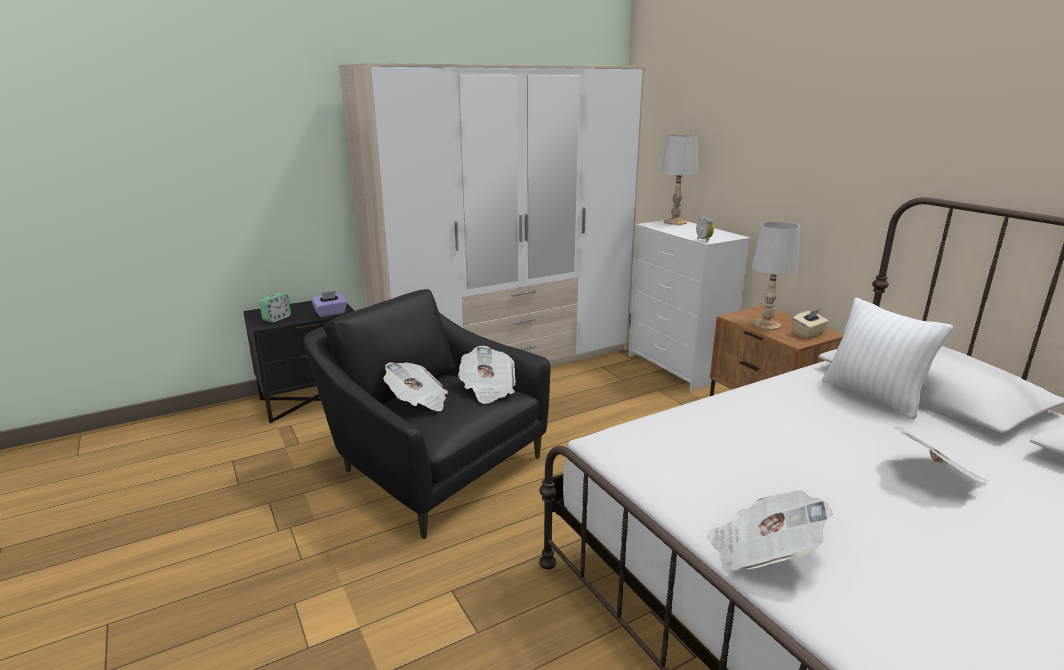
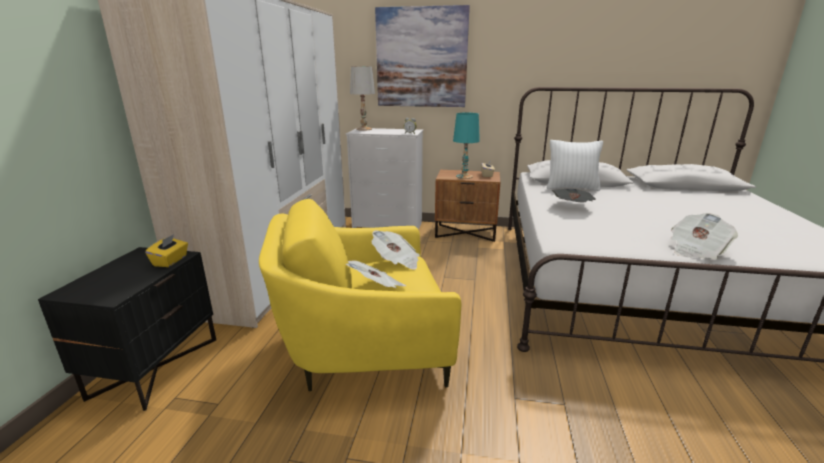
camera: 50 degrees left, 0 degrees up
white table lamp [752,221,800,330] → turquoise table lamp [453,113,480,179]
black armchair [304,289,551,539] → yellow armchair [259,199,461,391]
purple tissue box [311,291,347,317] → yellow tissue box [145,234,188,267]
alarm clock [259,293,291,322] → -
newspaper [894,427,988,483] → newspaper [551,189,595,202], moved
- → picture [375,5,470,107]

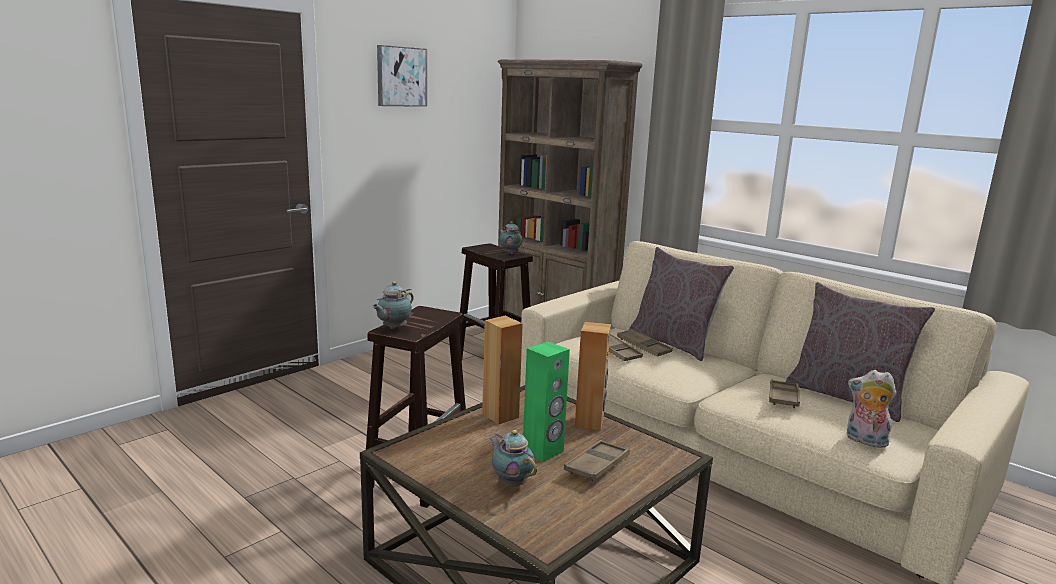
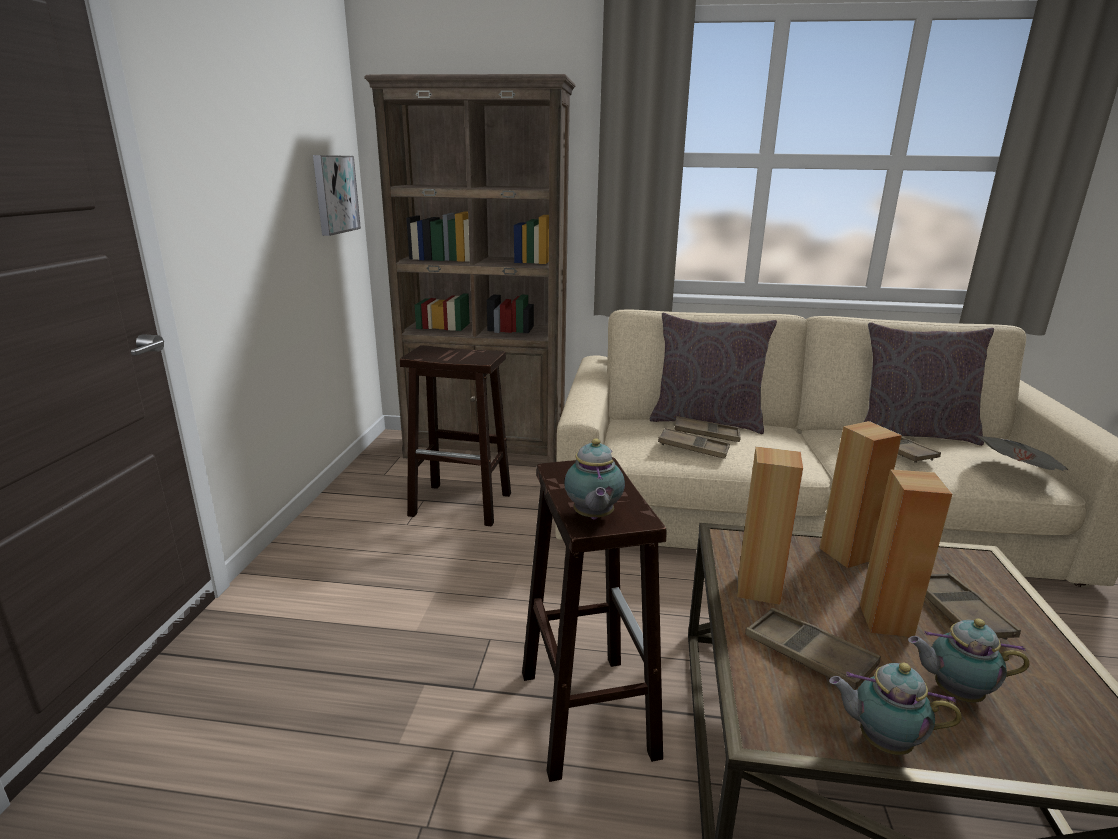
camera: 35 degrees left, 5 degrees up
picture [377,45,427,107] → picture [313,155,361,236], moved
teapot [499,221,523,254] → teapot [829,663,962,755], moved
green speaker [523,342,570,462] → brown speaker [860,470,952,637]
plush toy [847,370,896,448] → newspaper [977,436,1069,472]
- → brown tray [745,608,881,690]

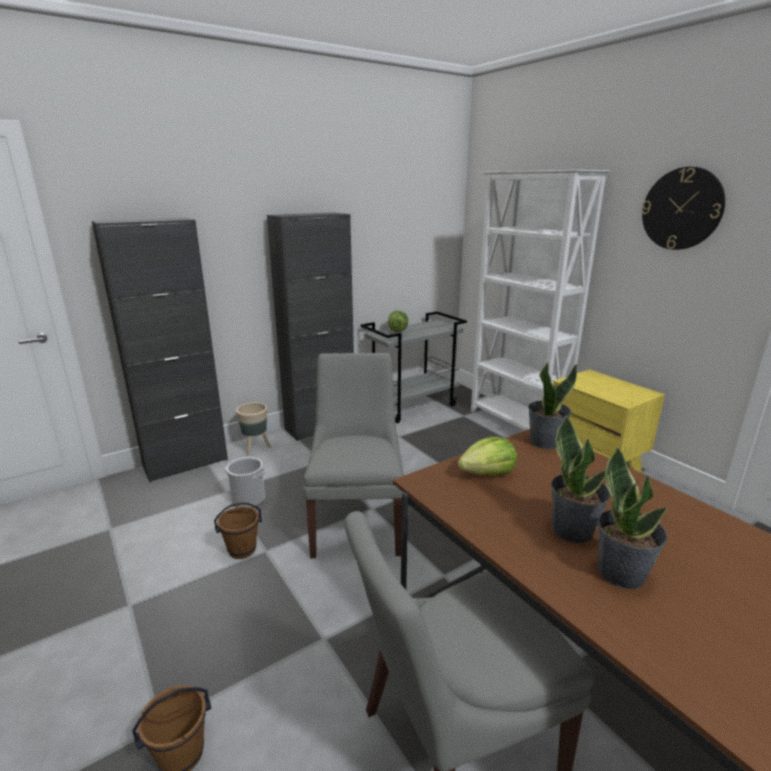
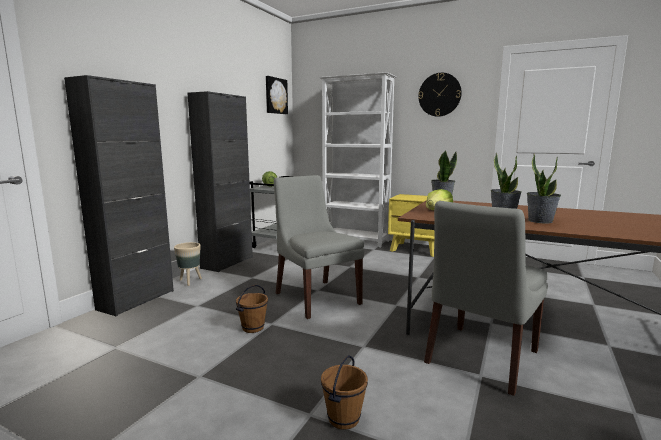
camera: 30 degrees left, 10 degrees down
bucket [225,457,266,508] → -
- → picture [266,76,288,114]

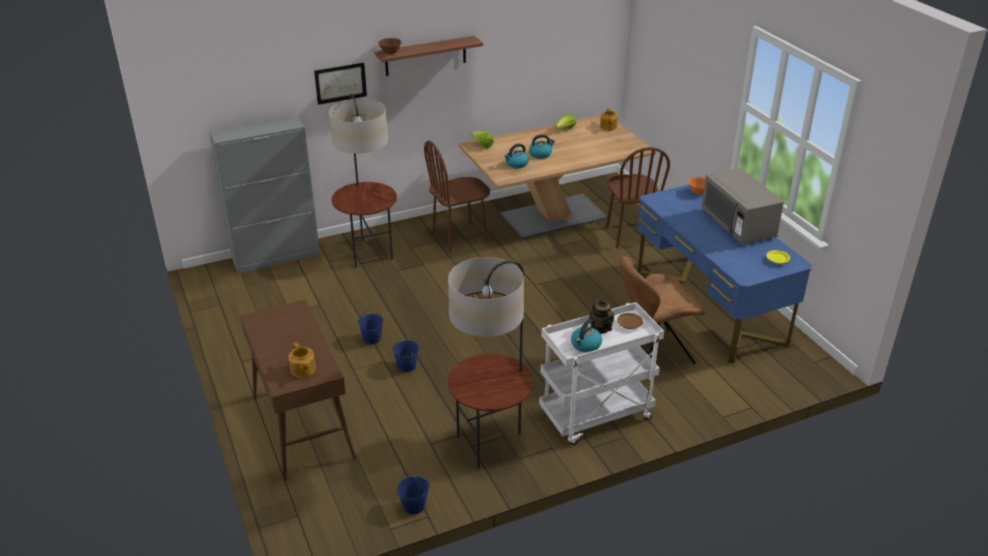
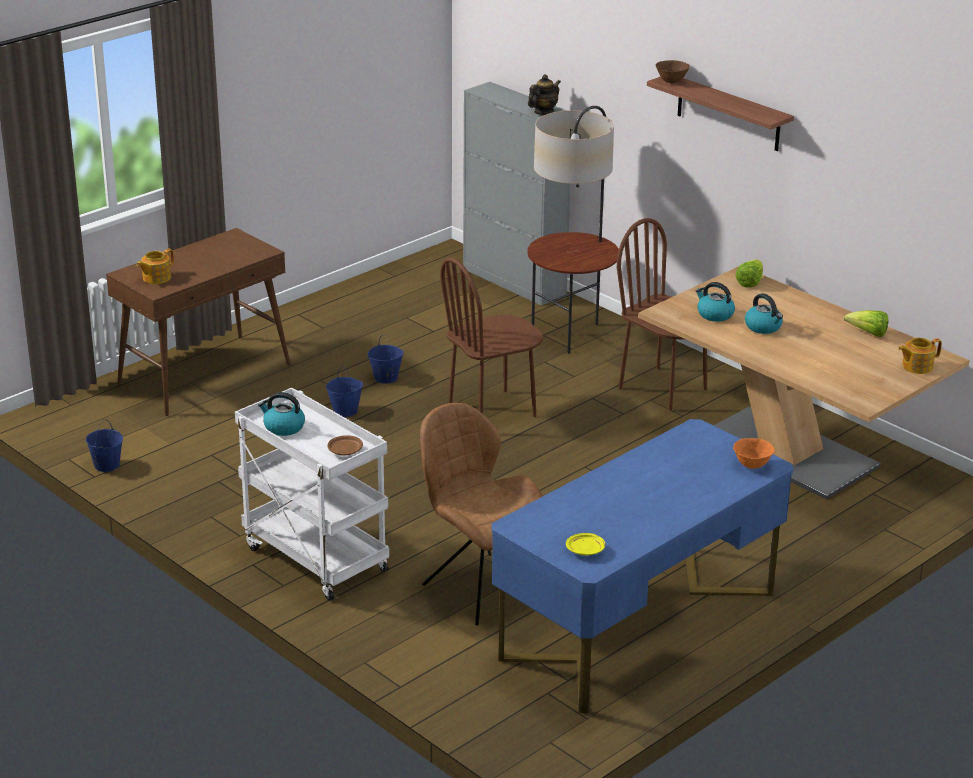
camera: 70 degrees right, 5 degrees down
picture [314,63,367,105] → -
brown chair [606,147,670,248] → brown chair [440,257,543,417], moved
grey microwave [701,168,784,244] → -
floor lamp [448,257,533,469] → -
teapot [589,297,614,334] → teapot [528,74,561,115], moved

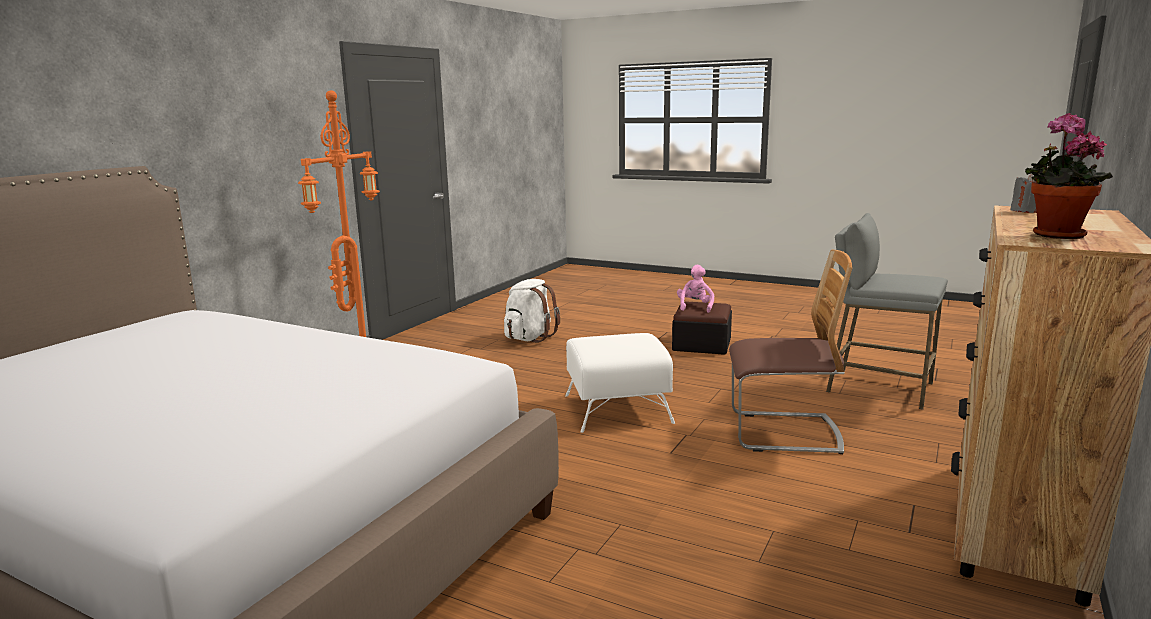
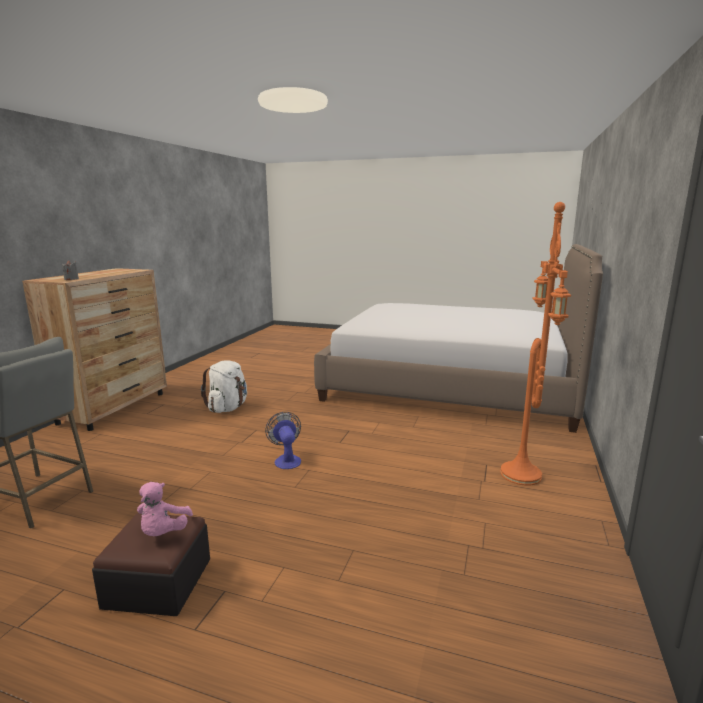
camera: 170 degrees right, 0 degrees up
potted plant [1025,113,1113,239] → -
chair [729,250,852,454] → -
white backpack [504,279,560,343] → white backpack [201,360,247,413], moved
white ottoman [565,333,675,433] → fan [265,412,301,469]

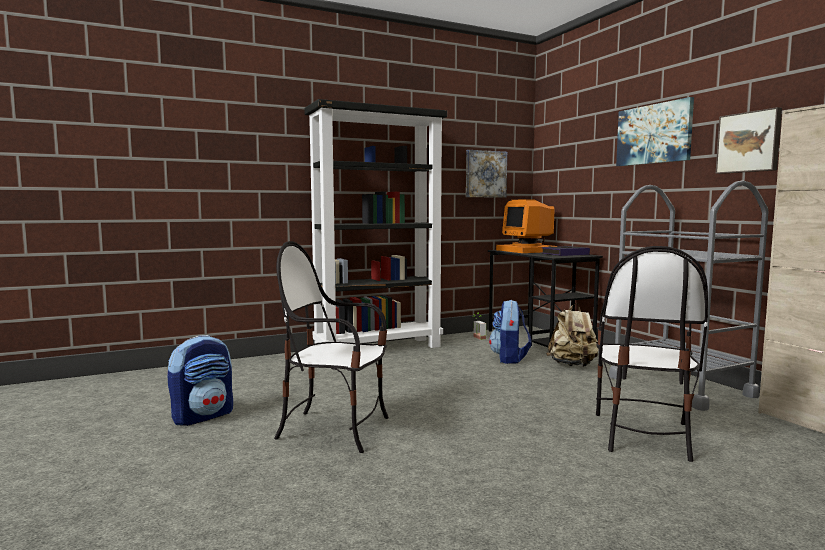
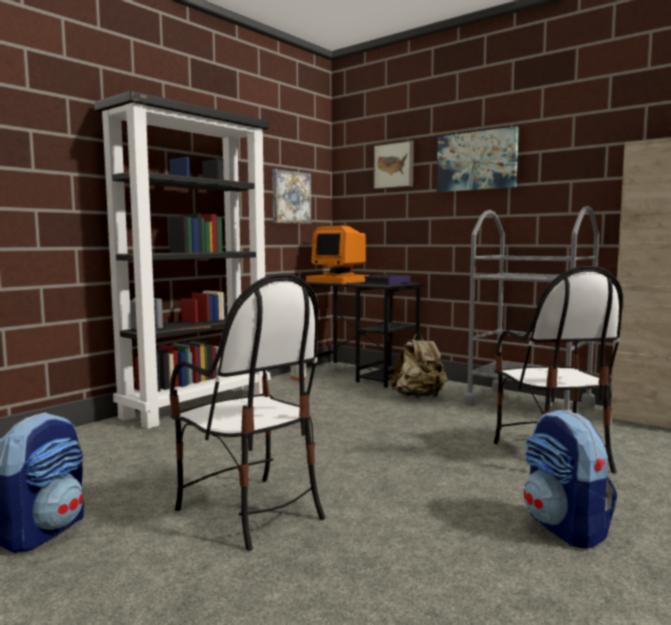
camera: 25 degrees left, 0 degrees up
picture [716,107,782,174] → picture [374,140,414,189], moved
chair [274,241,389,453] → chair [169,273,325,551], 120 degrees counterclockwise
backpack [489,300,532,364] → backpack [524,410,617,549], moved

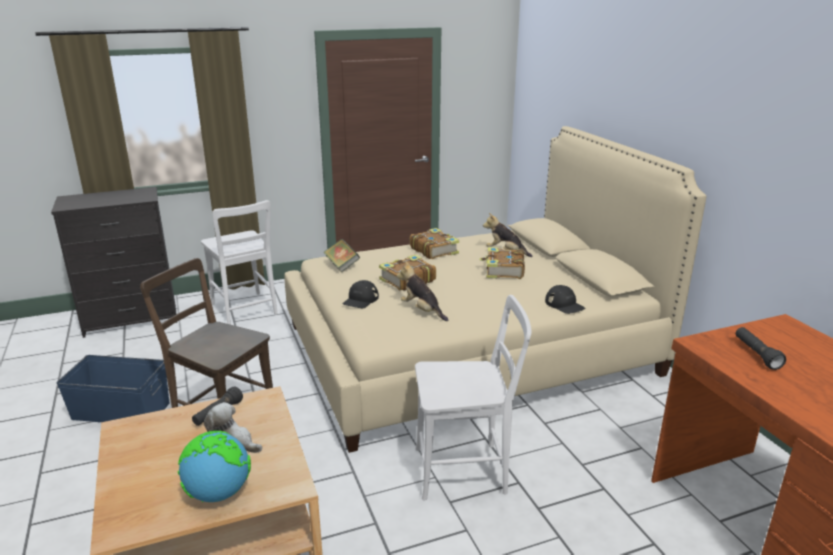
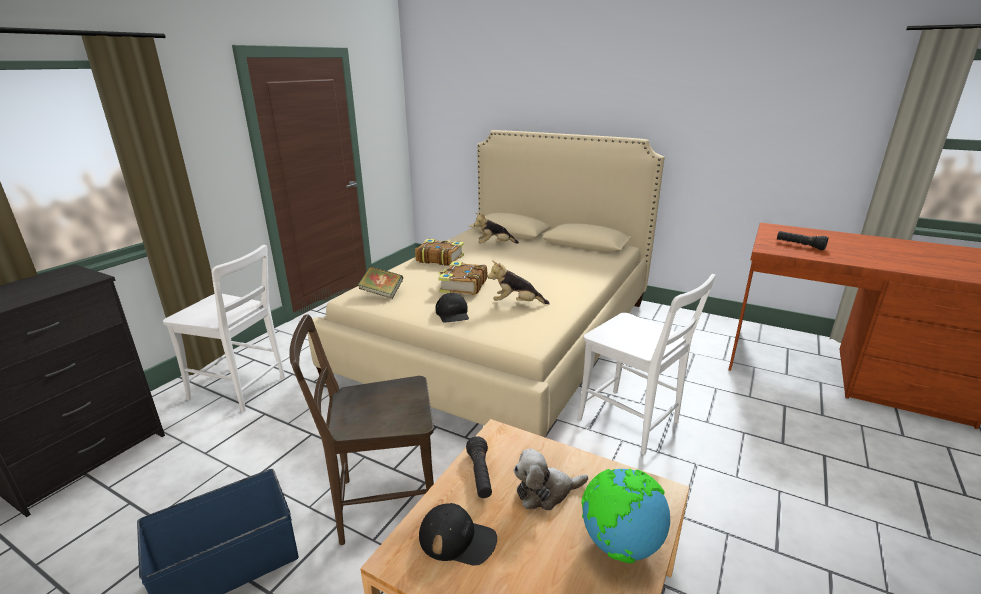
camera: 40 degrees left, 0 degrees up
book [479,247,525,279] → -
black cap [545,285,585,314] → black cap [419,503,497,566], moved
white chair [415,295,532,500] → white chair [577,274,716,455], 90 degrees clockwise

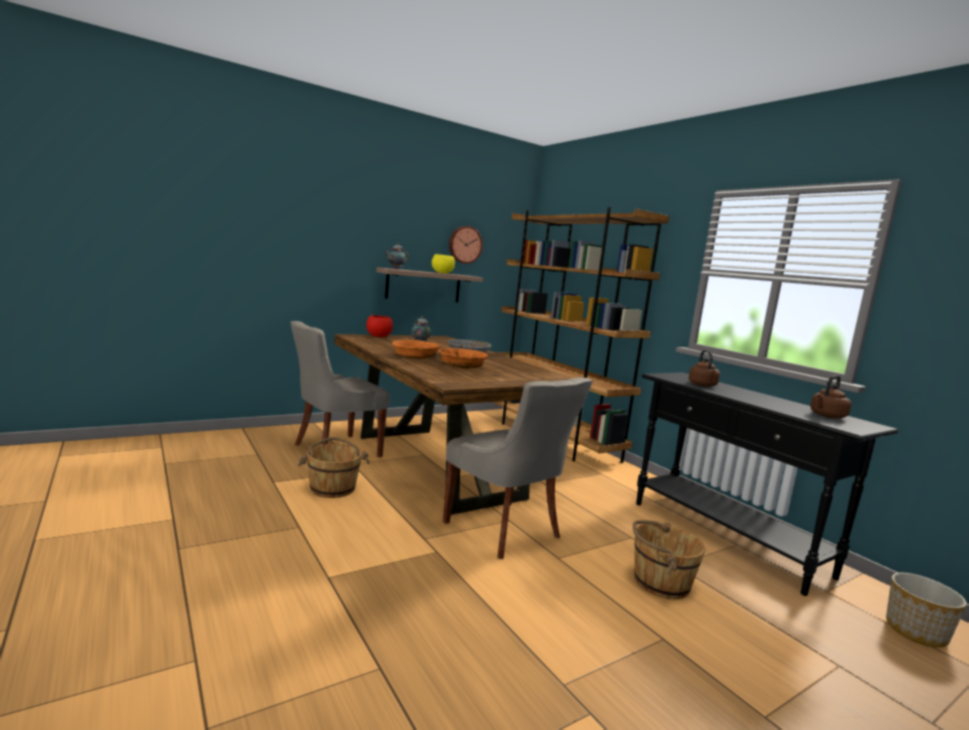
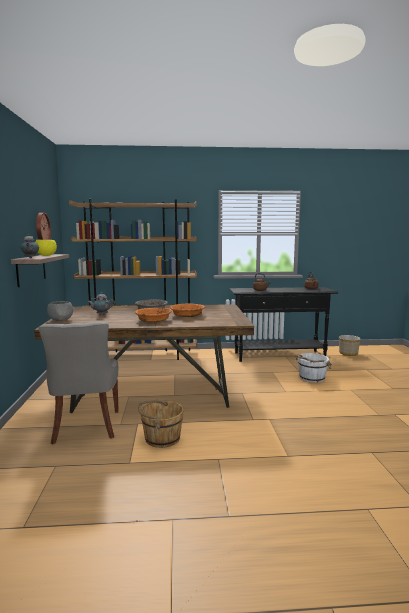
camera: 60 degrees left, 0 degrees up
red bowl [366,315,393,337] → grey bowl [47,301,73,321]
grey chair [443,377,593,559] → -
brown bucket [633,520,705,599] → white bucket [296,353,332,383]

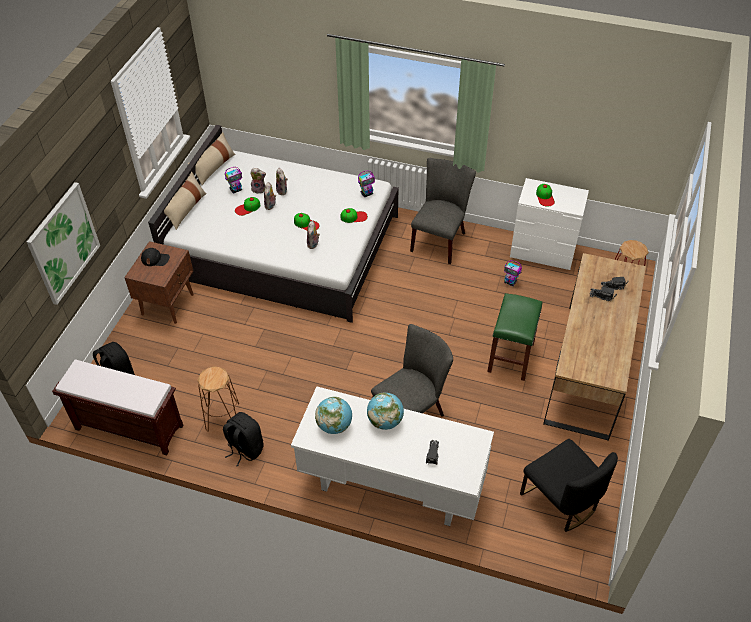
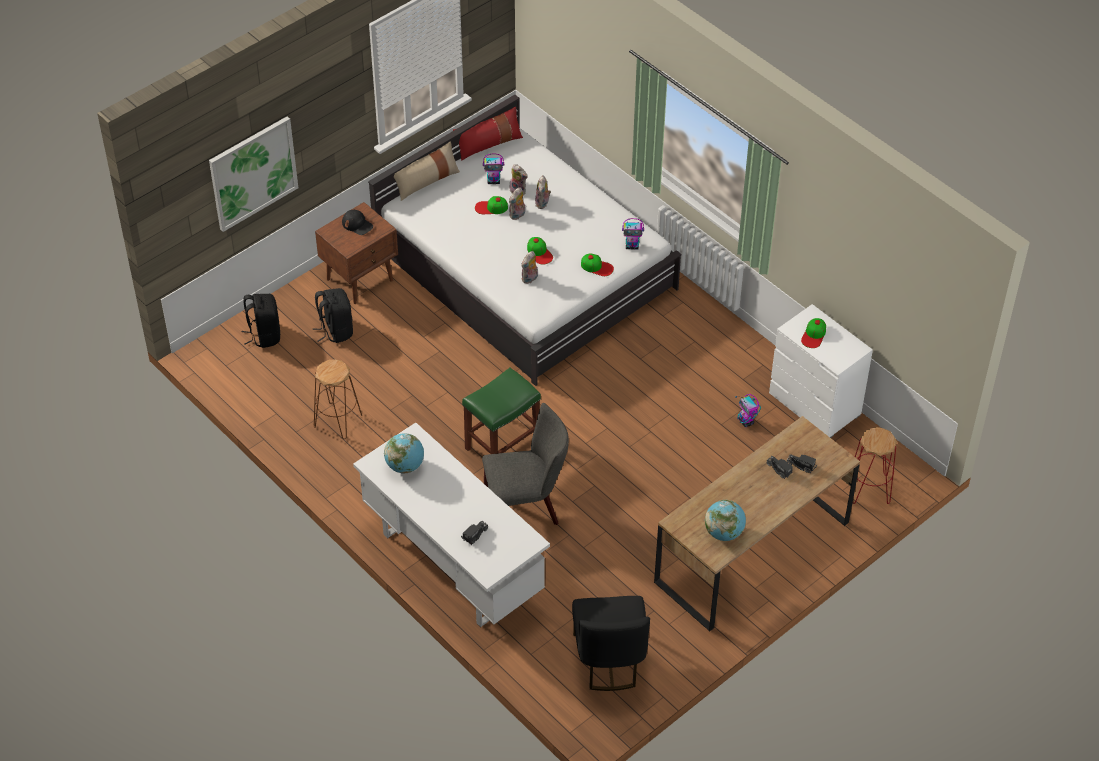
camera: 30 degrees right, 0 degrees up
beige pillow [188,132,236,185] → red pillow [453,107,523,161]
grey chair [410,158,476,264] → -
green stool [487,293,542,381] → green stool [462,367,541,454], moved
brown bench [52,359,183,456] → -
globe [367,392,404,430] → globe [705,500,746,541], moved
black backpack [223,412,264,467] → black backpack [312,288,353,343], moved

